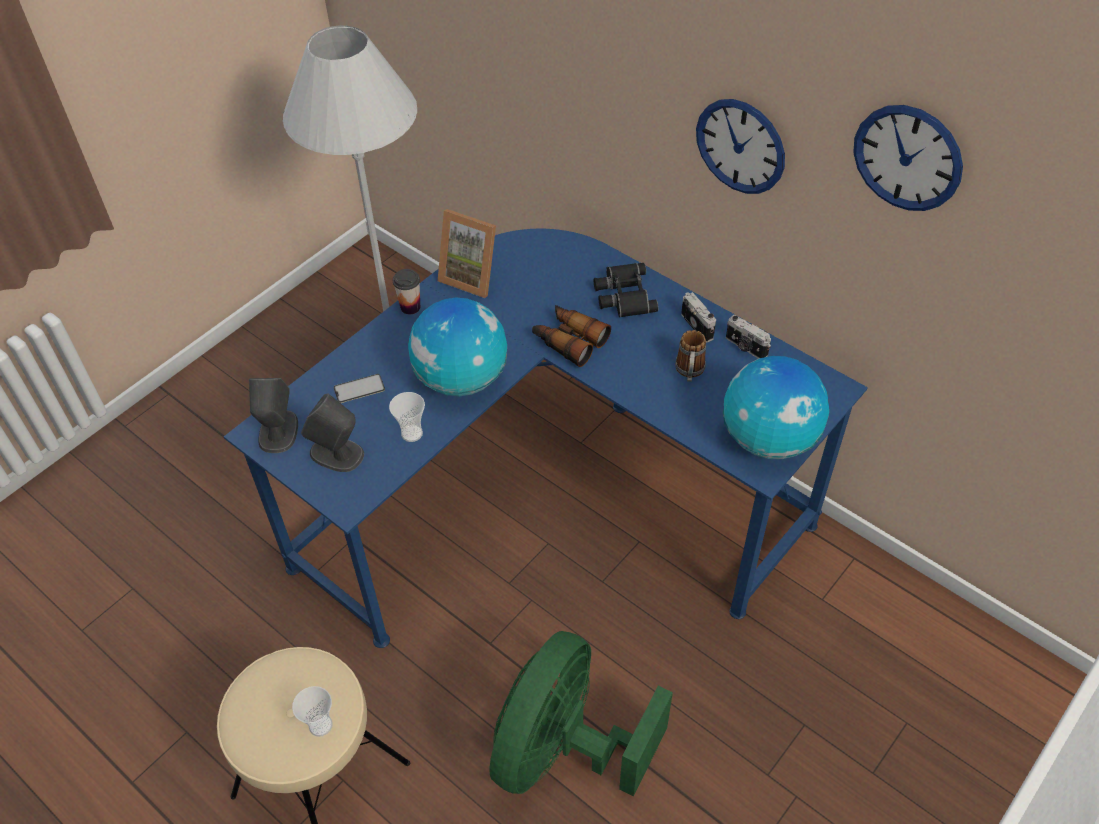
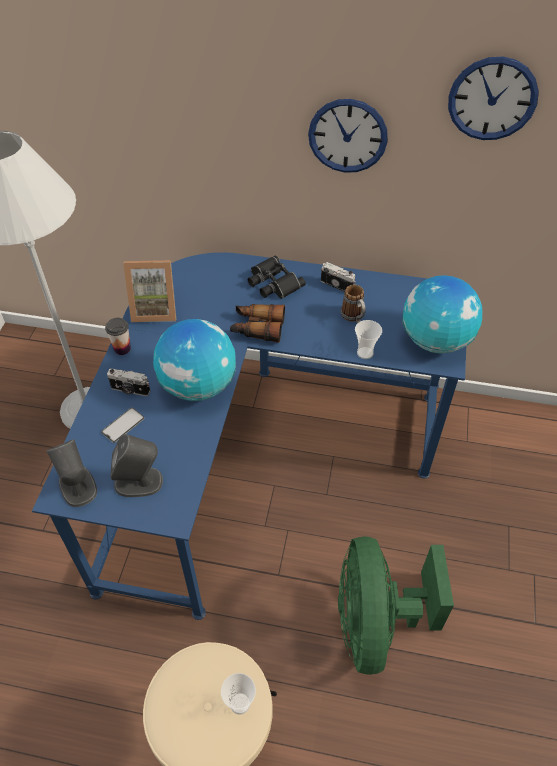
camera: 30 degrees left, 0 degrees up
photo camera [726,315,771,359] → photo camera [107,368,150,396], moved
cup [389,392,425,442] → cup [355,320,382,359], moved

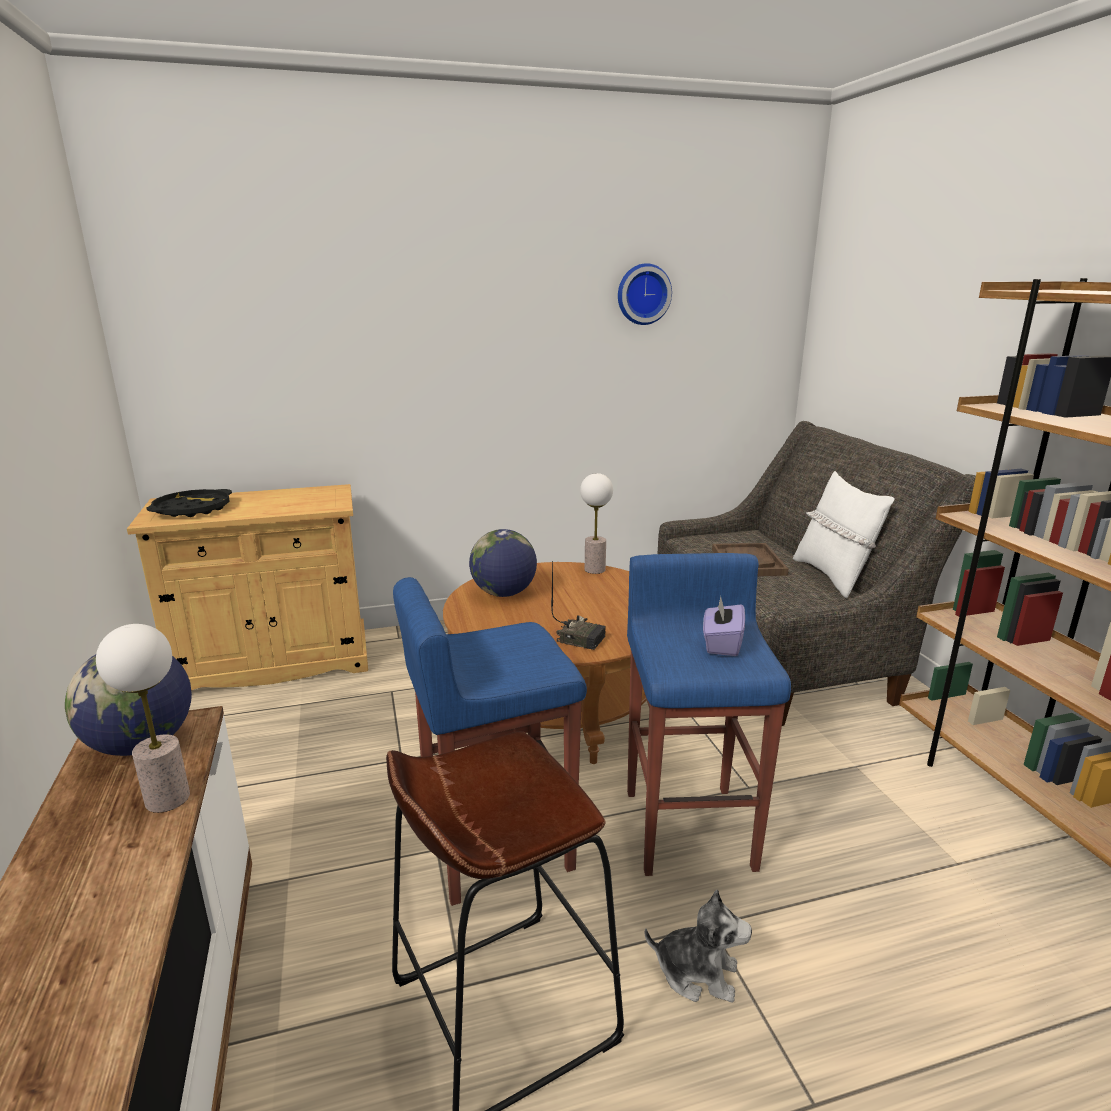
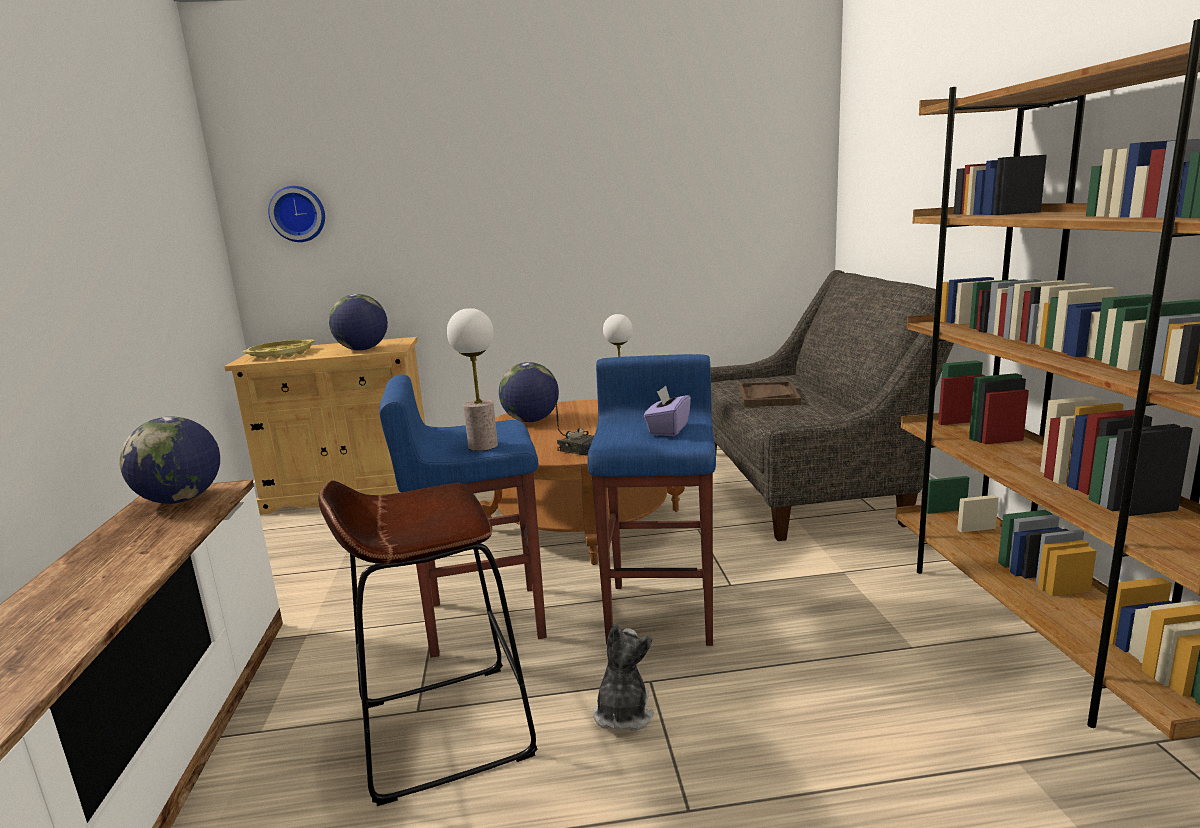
camera: 10 degrees right, 5 degrees down
wall clock [618,263,672,325] → wall clock [268,186,325,242], moved
white pillow [793,471,895,598] → -
black tray [146,489,232,517] → yellow tray [242,339,315,359]
table lamp [96,624,190,813] → table lamp [447,308,498,451], moved
plush toy [644,890,752,1003] → plush toy [593,623,654,731], 105 degrees counterclockwise
- → globe [329,294,388,350]

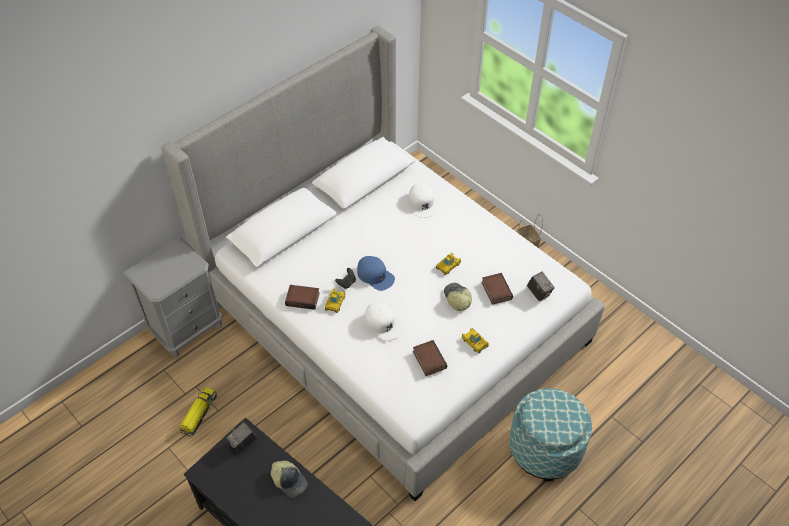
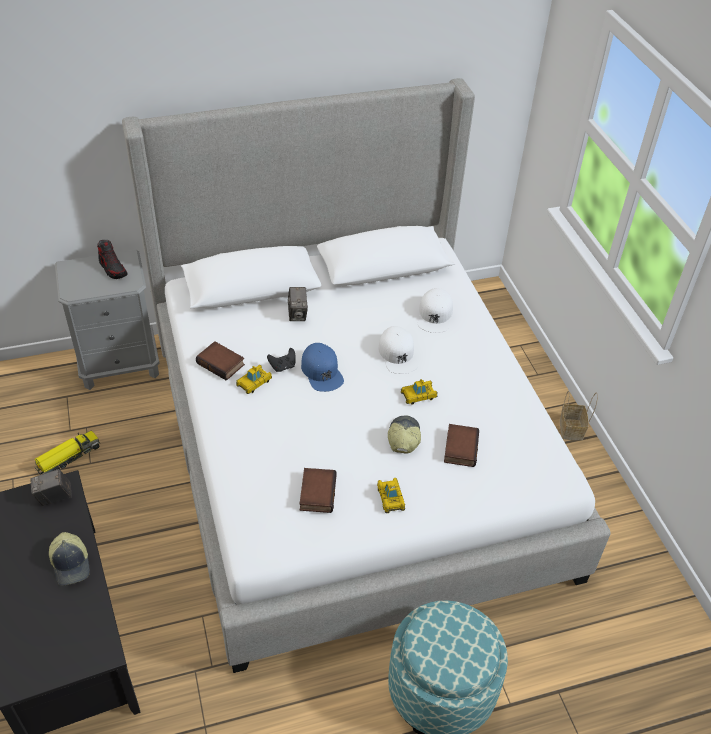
camera: 25 degrees right, 5 degrees down
photo camera [527,272,555,301] → photo camera [288,287,308,321], moved
white cap [365,303,403,341] → white cap [378,326,419,374], moved
- → shoe [97,240,128,279]

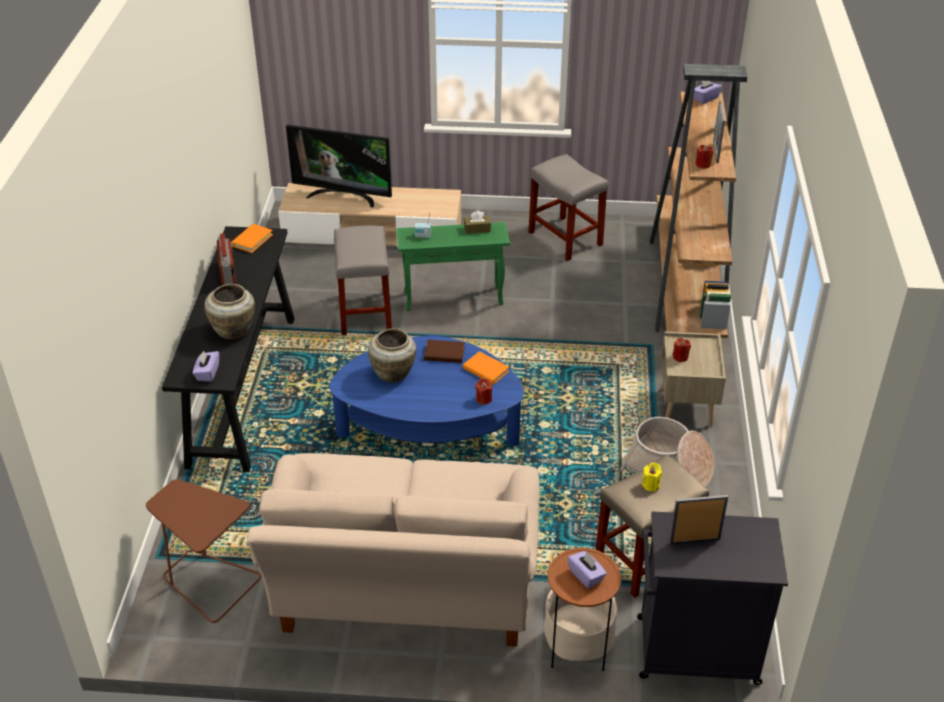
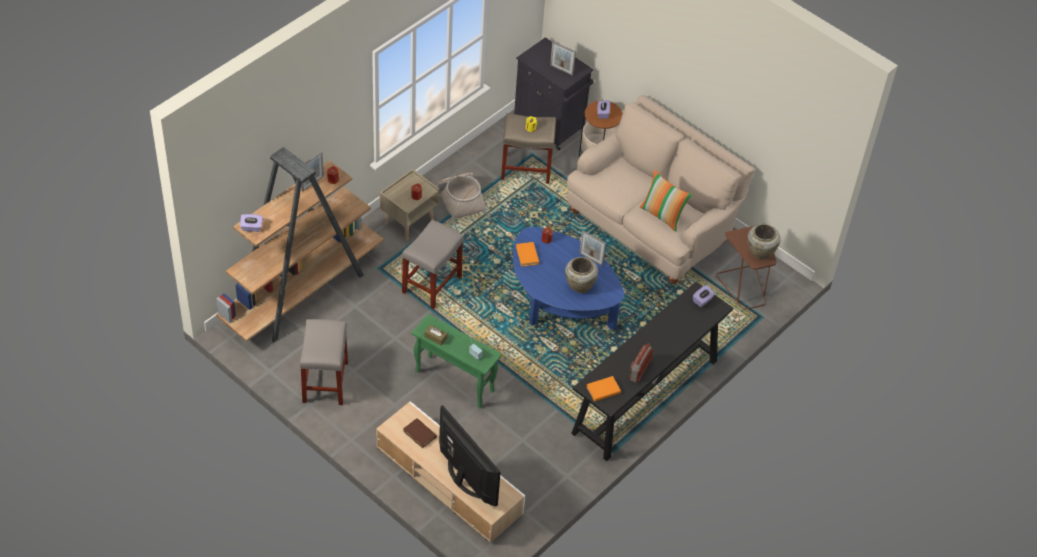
camera: 145 degrees left, 10 degrees up
grey stool [334,226,392,335] → grey stool [402,220,464,309], moved
beige vase [204,284,255,339] → beige vase [747,224,781,260], moved
brown book [424,340,465,363] → brown book [403,418,437,448], moved
- → pillow [640,170,692,232]
- → picture frame [579,230,606,266]

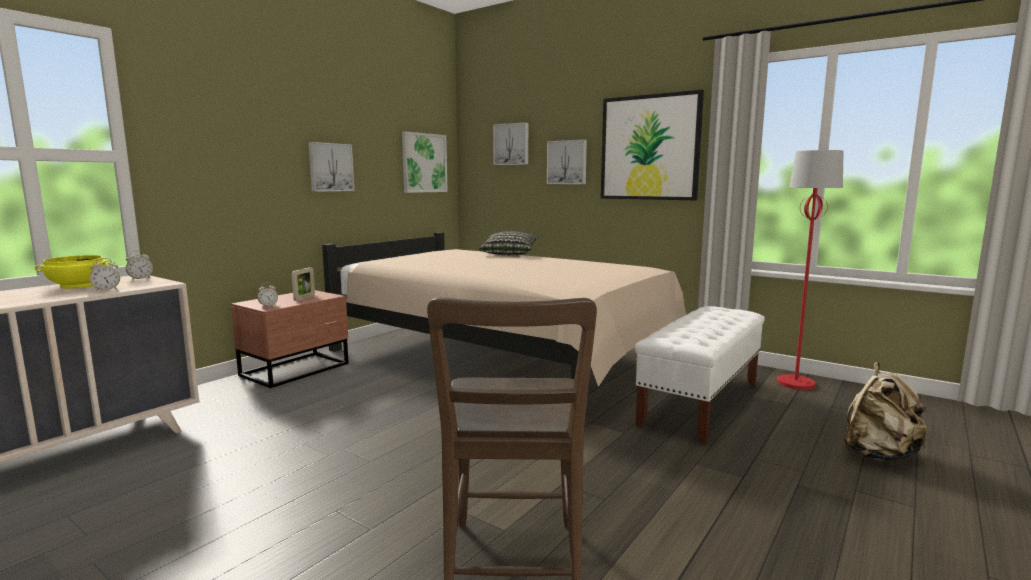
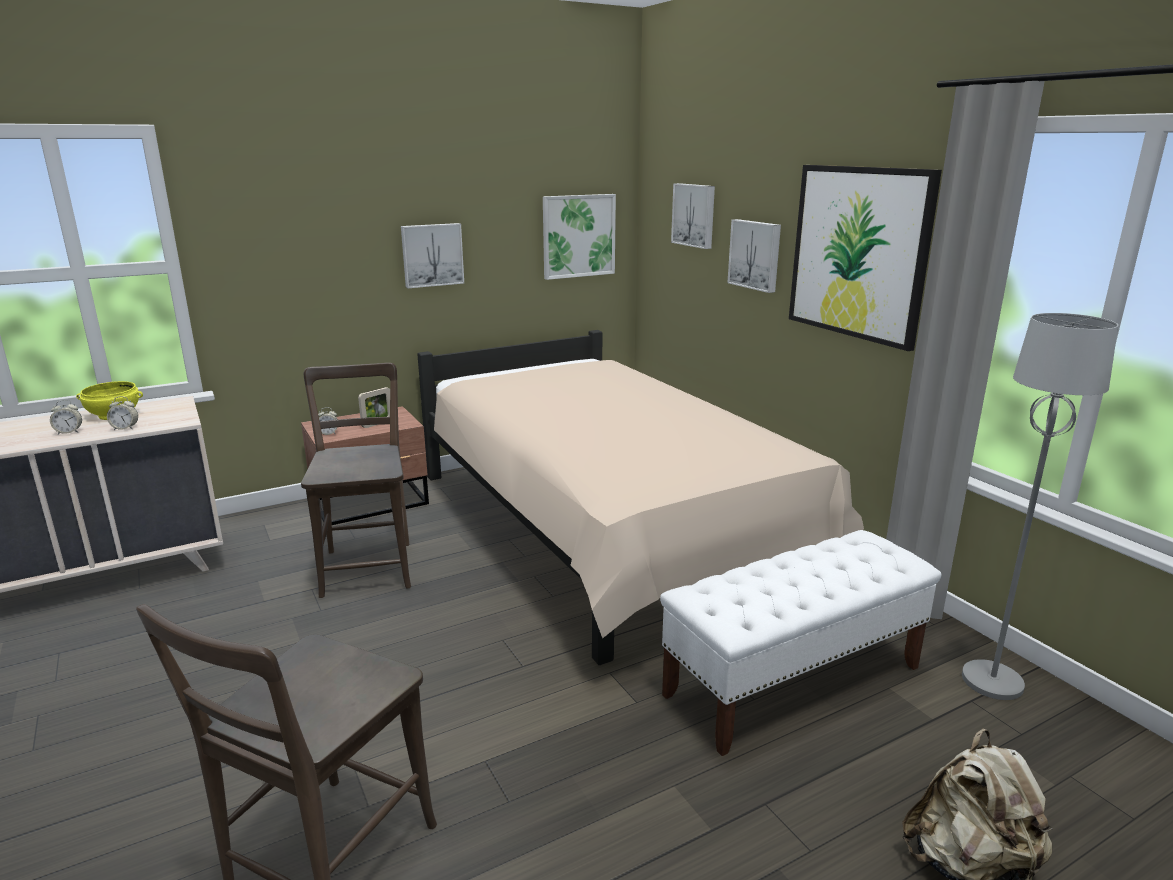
camera: 25 degrees right, 10 degrees up
red floor lamp [777,150,843,390] → grey floor lamp [962,313,1118,700]
pillow [479,231,538,255] → -
alarm clock [126,250,153,281] → alarm clock [50,400,82,434], moved
- → brown chair [301,363,411,598]

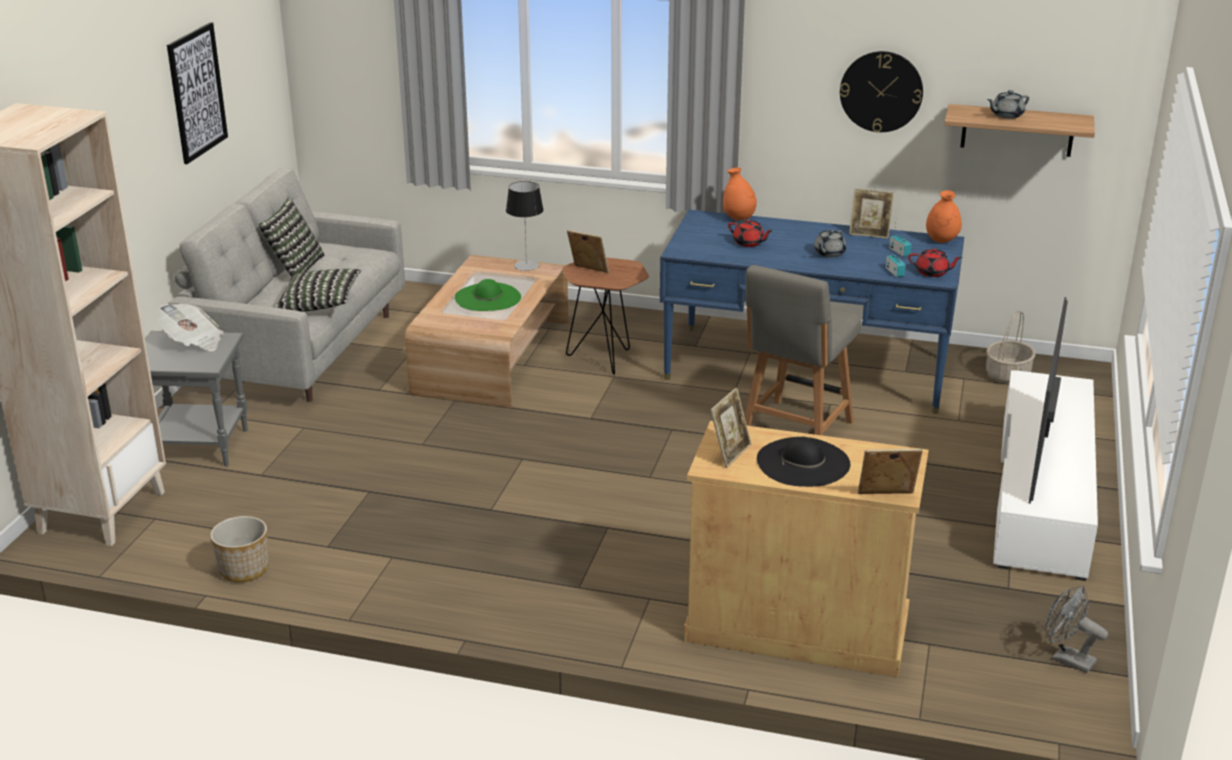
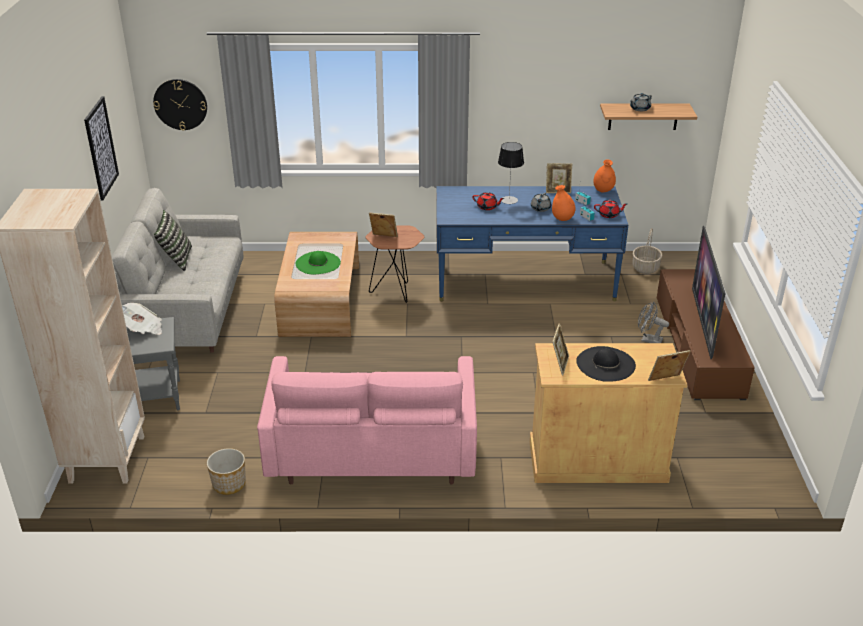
camera: 15 degrees left, 5 degrees up
wall clock [840,51,923,132] → wall clock [153,79,207,130], moved
orange vase [723,167,757,220] → orange vase [552,185,576,221], moved
table lamp [506,181,544,271] → table lamp [498,142,524,204], moved
grey chair [745,265,862,436] → -
pillow [275,269,361,312] → -
white tv stand [993,370,1098,581] → brown tv stand [657,269,755,400]
grey fan [1045,586,1108,673] → grey fan [638,301,669,343], moved
- → pink sofa [257,356,477,484]

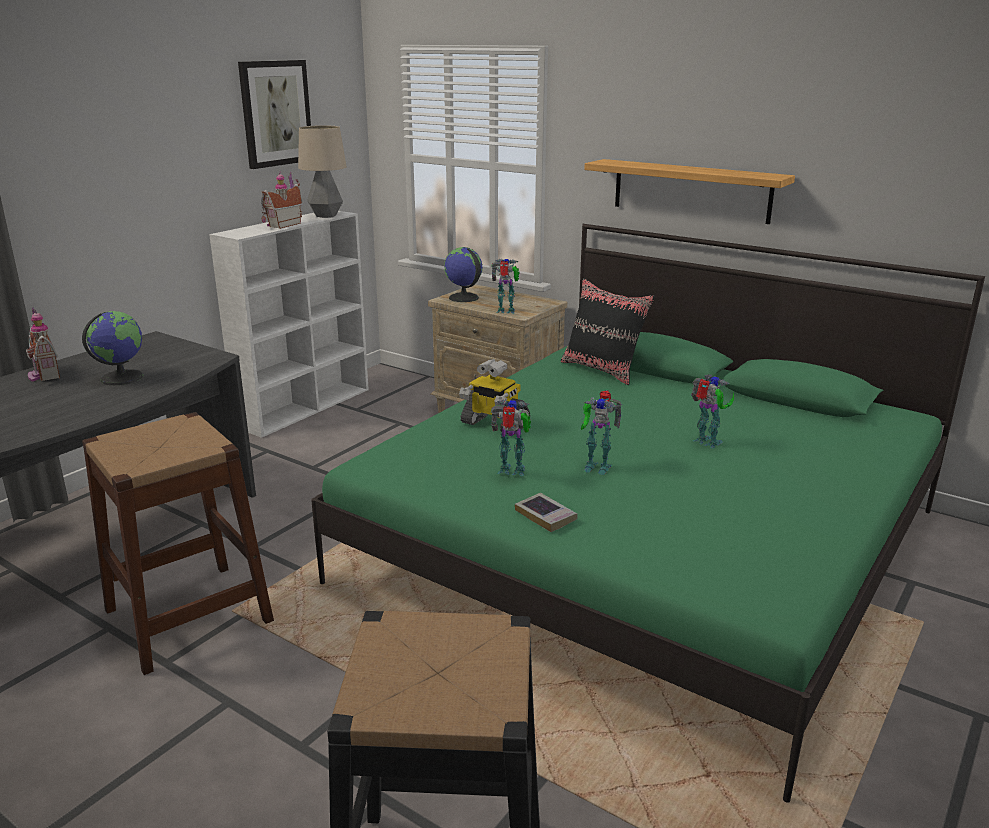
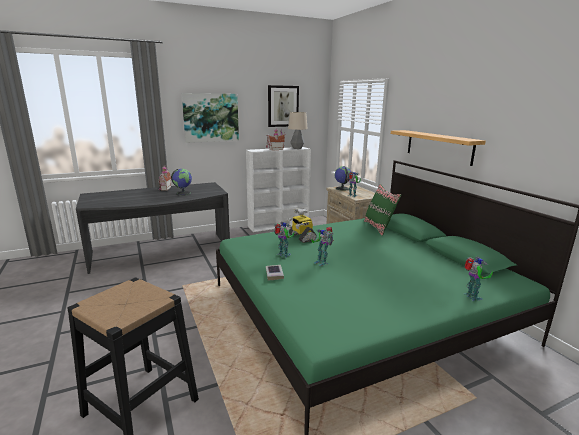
camera: 30 degrees right, 5 degrees down
black pillow [561,279,655,385] → green pillow [364,184,401,236]
toy robot [691,375,734,449] → toy robot [464,257,493,301], moved
brown stool [82,412,274,675] → -
- → picture [182,93,239,143]

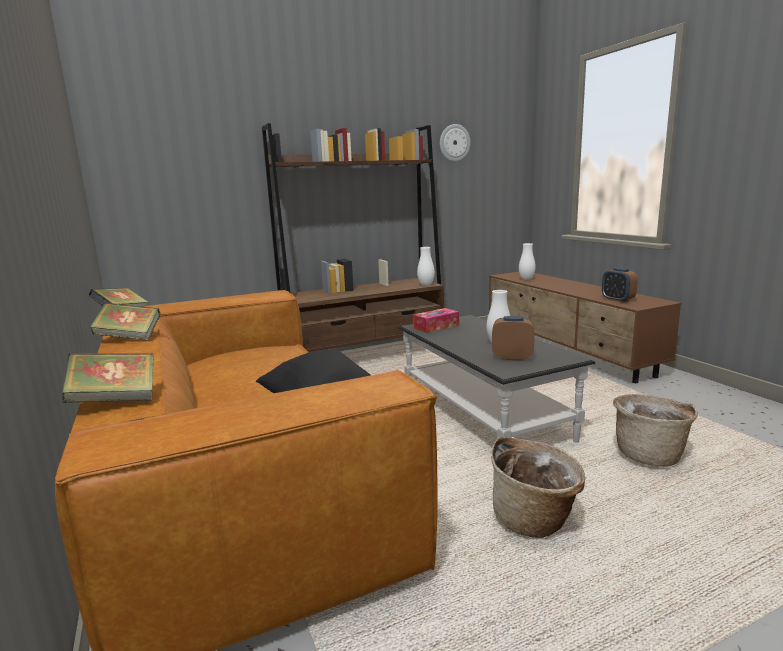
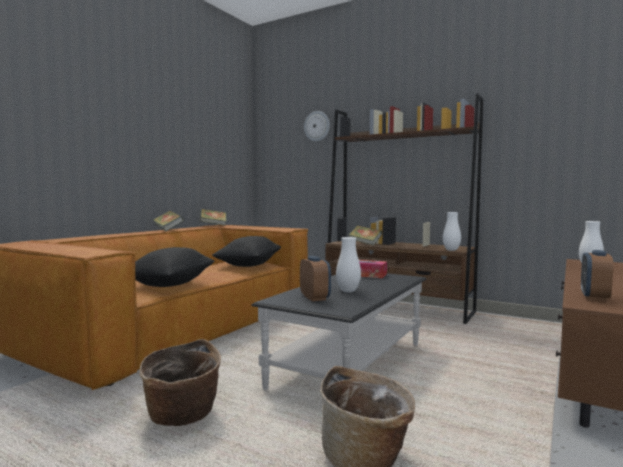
camera: 55 degrees right, 10 degrees down
wall clock [440,124,470,162] → wall clock [304,111,330,141], moved
book [62,353,154,403] → book [349,225,382,246], moved
- → black pillow [212,236,281,267]

